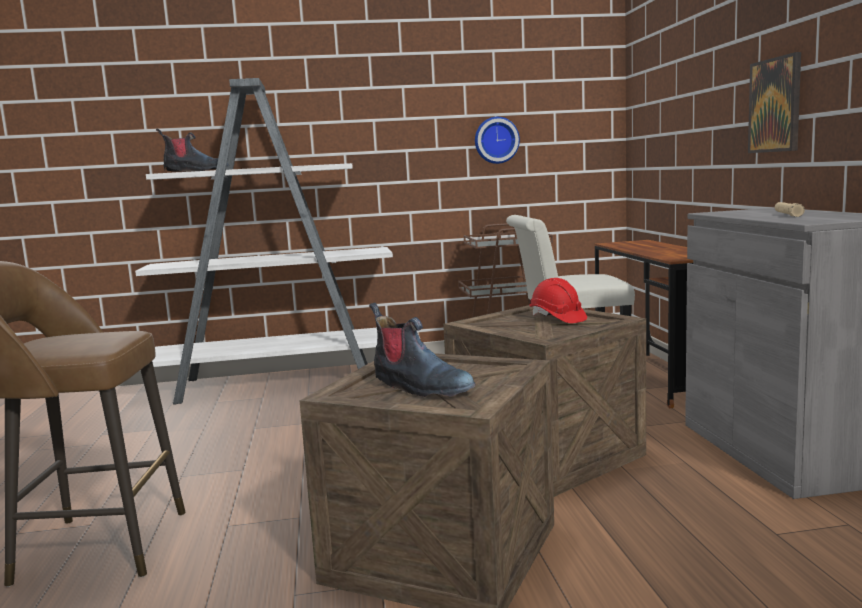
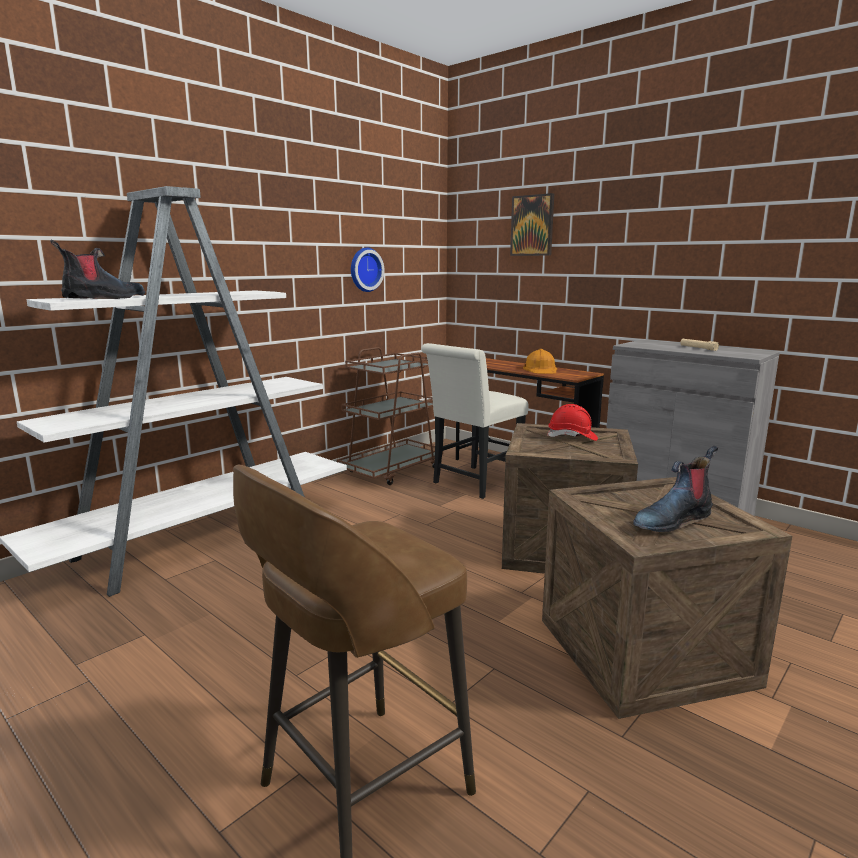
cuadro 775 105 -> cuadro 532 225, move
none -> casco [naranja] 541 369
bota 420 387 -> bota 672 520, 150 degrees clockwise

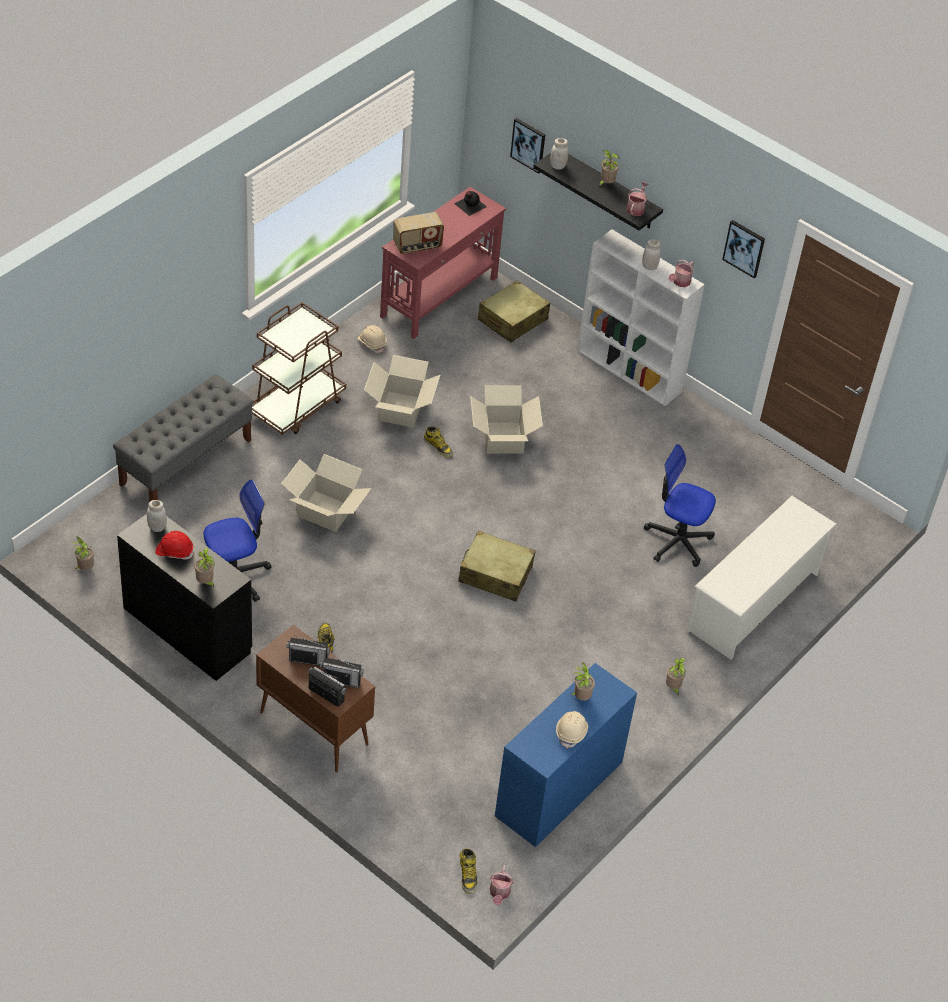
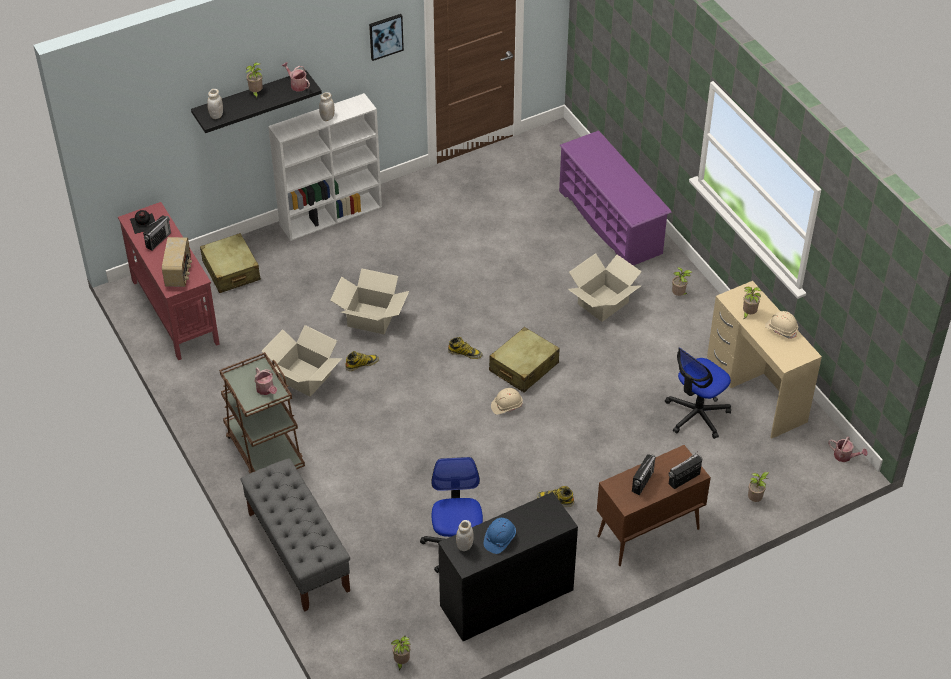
radio 341 681 -> radio 158 240, move
regadera 680 282 -> regadera 266 390, move
bota 468 875 -> bota 465 353, move
casco [rojo] 174 551 -> casco [azul] 499 539
casco [beis] 372 343 -> casco [beis] 506 406, move
zapatero [blanco] 753 602 -> zapatero [morado] 611 222
caja de cartón 325 511 -> caja de cartón 603 303, move
silla de oficina 677 541 -> silla de oficina 697 415, move
escritorio [azul] 559 789 -> escritorio [beis] 756 391
planta en maceta 205 582 -> planta en maceta 755 499, move
cuadro 528 145 -> none

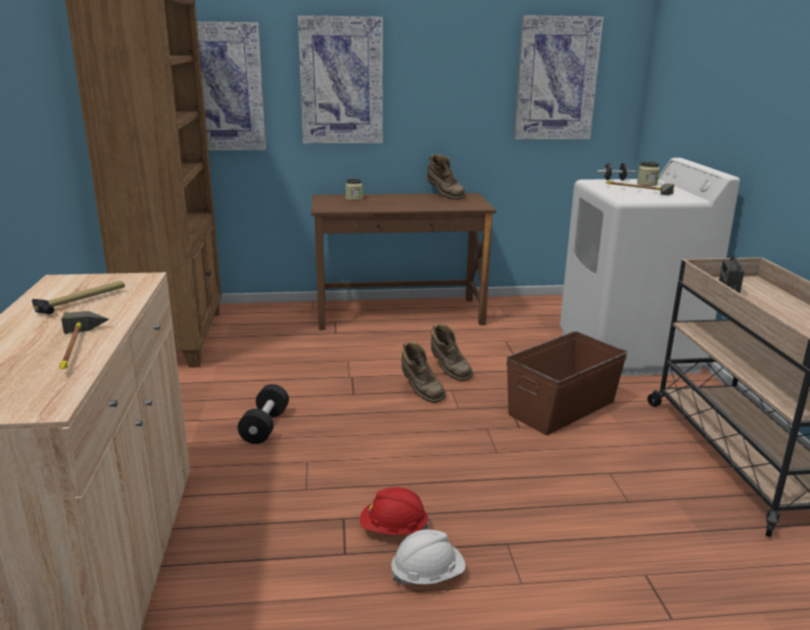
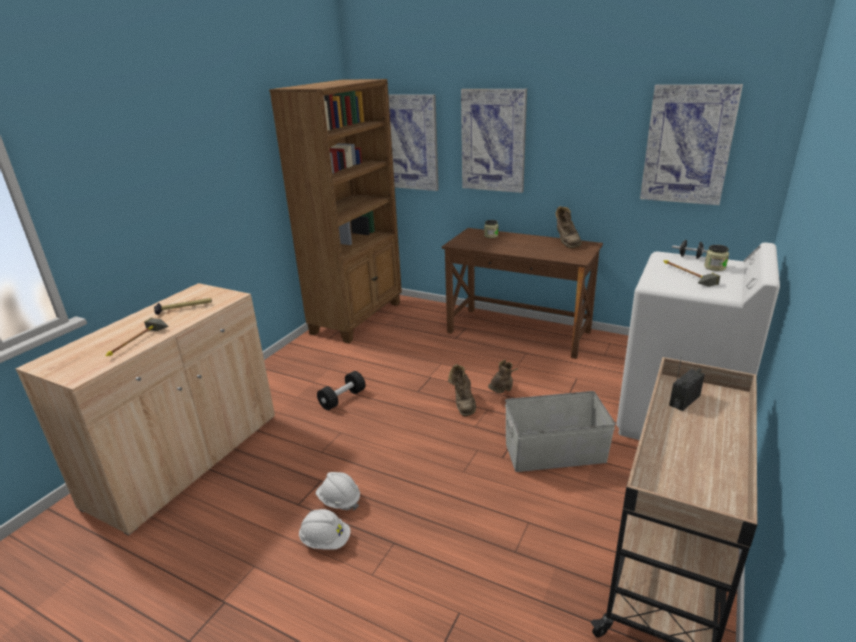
casco [rojo] 393 529 -> casco [blanco] 339 500
bota [marrón] 449 371 -> bota [marrón] 502 392, 150 degrees counterclockwise
caja de almacenaje [marrón] 563 408 -> caja de almacenaje [gris] 555 453

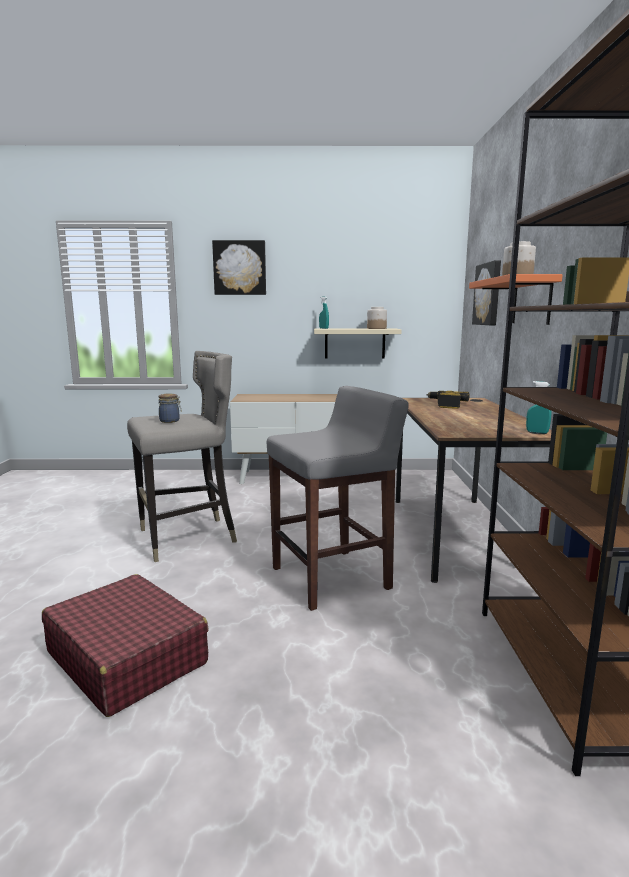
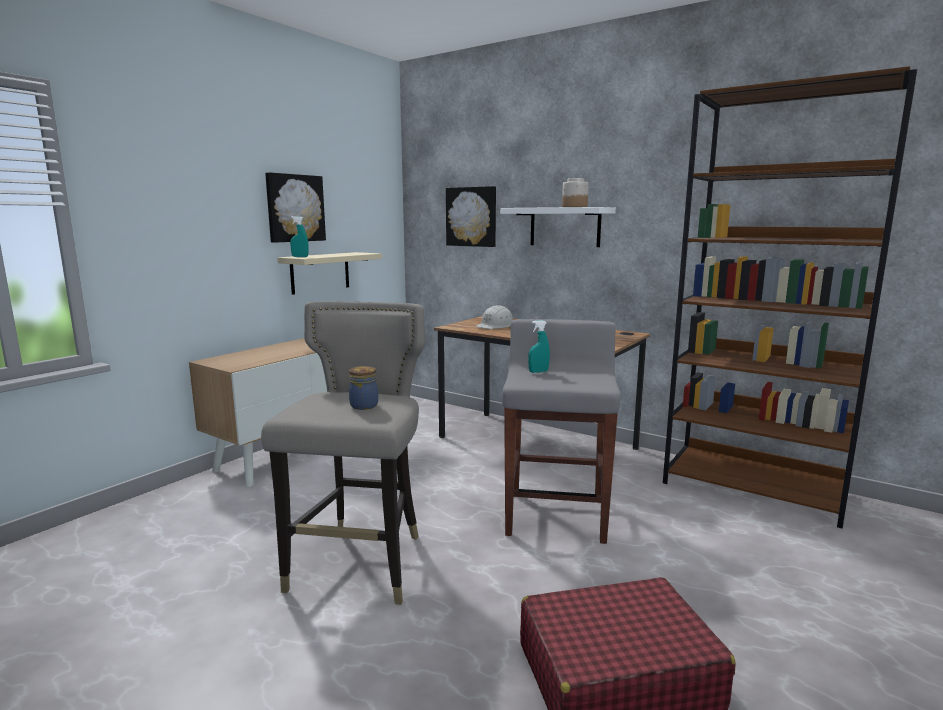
cuadro 240 268 -> cuadro 294 208, move
taladro 446 404 -> casco [blanco] 496 326
estante [naranja] 531 301 -> estante [blanco] 564 227
pulverizador [turquesa] 537 432 -> pulverizador [turquesa] 538 372, move
tarro 376 328 -> none

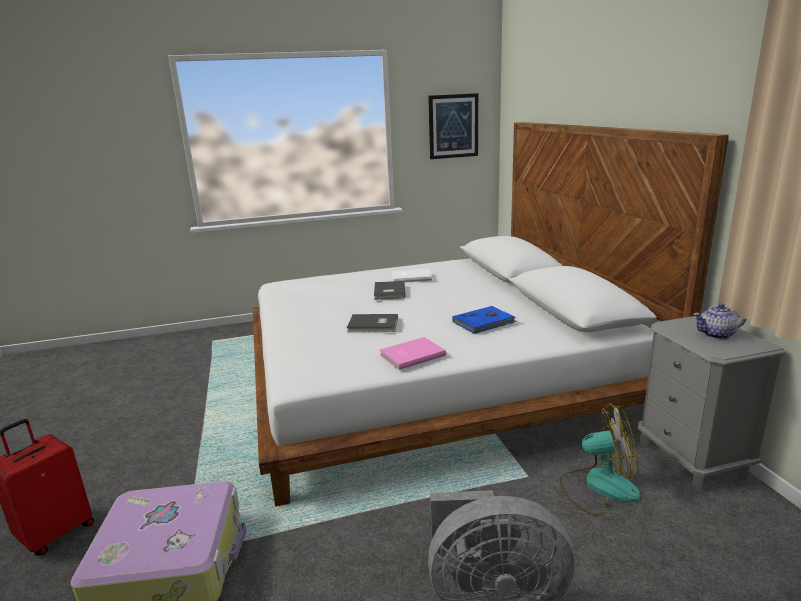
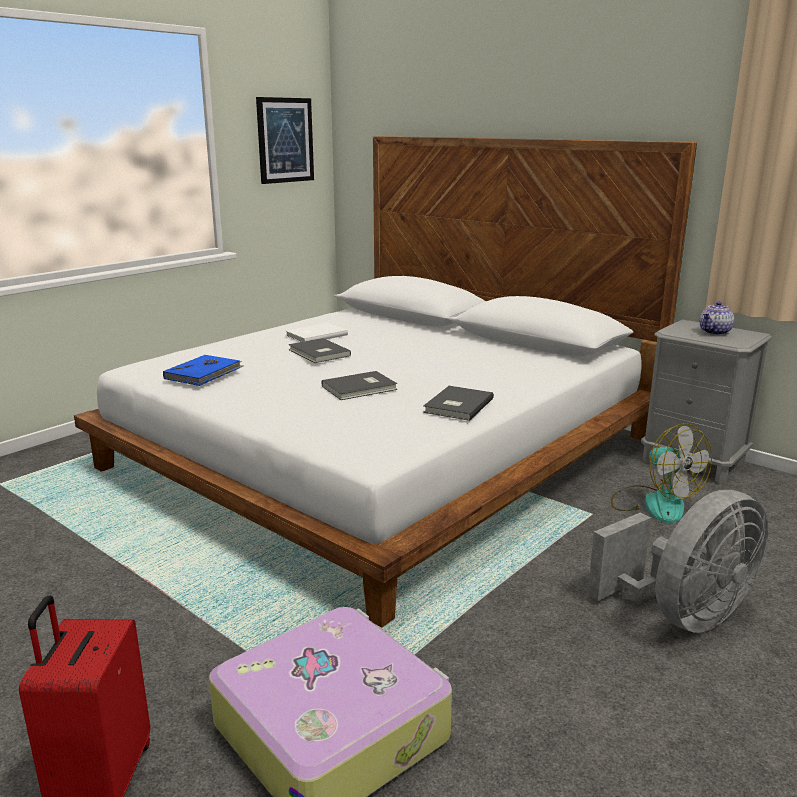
libro [azul] 484 322 -> libro [azul] 204 373, move
libro [rosa] 410 355 -> libro [gris] 456 405
ventilador 598 486 -> ventilador 654 503, 90 degrees clockwise

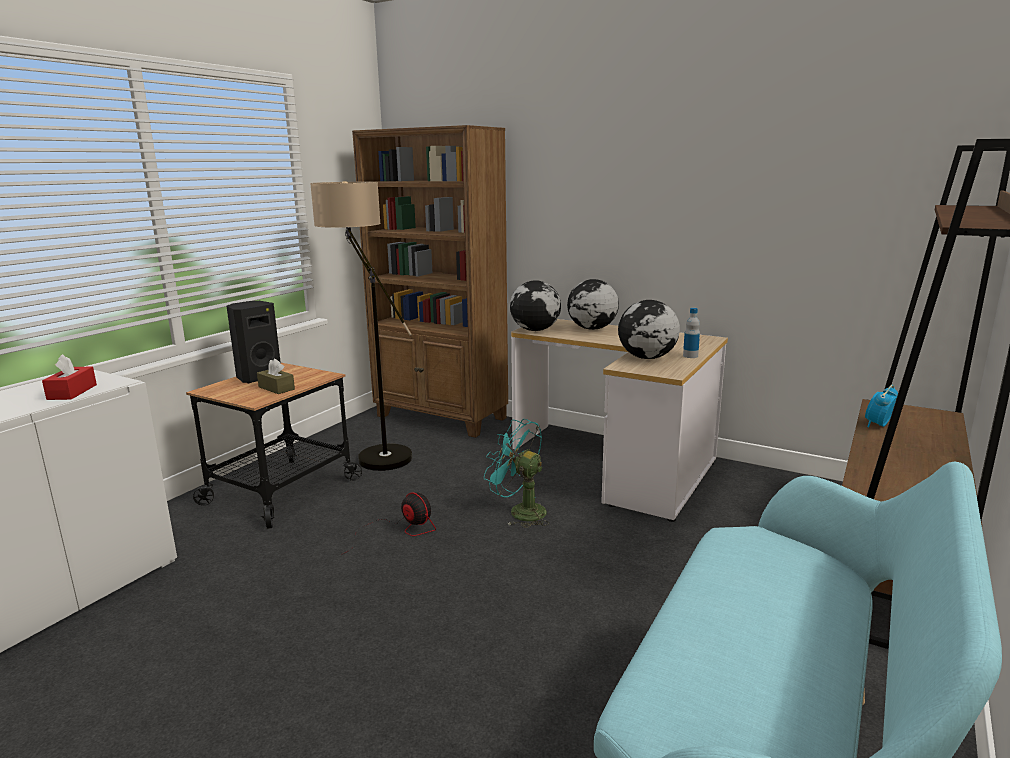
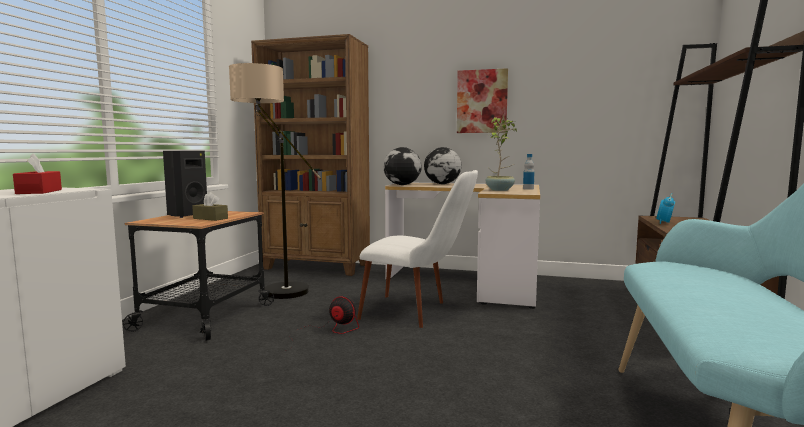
ventilador [turquesa] 520 511 -> silla [blanco] 418 312
none -> cuadro 482 101
globo terráqueo 646 358 -> planta en maceta 500 190

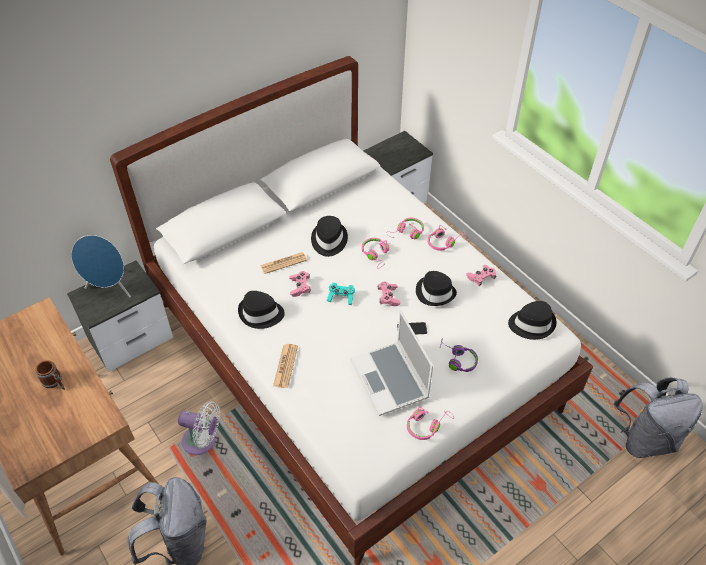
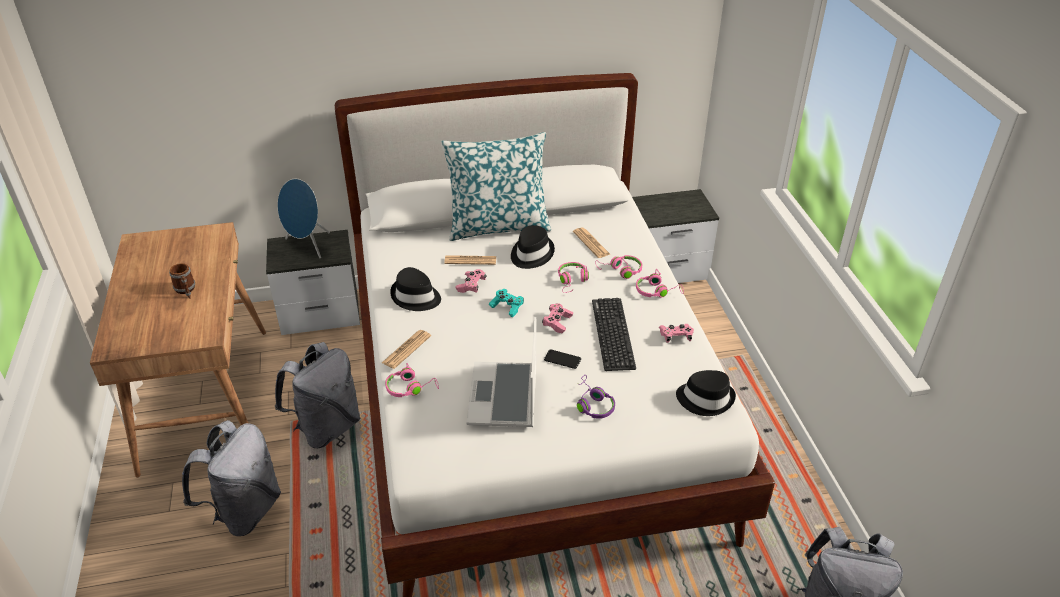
ventilador [blanco] 202 441 -> mochila [gris] 326 427
auriculares [rosa] 427 425 -> auriculares [rosa] 411 388, move
none -> cojín 498 226
none -> periódico 591 243
sombrero [negro] 435 292 -> teclado 613 334

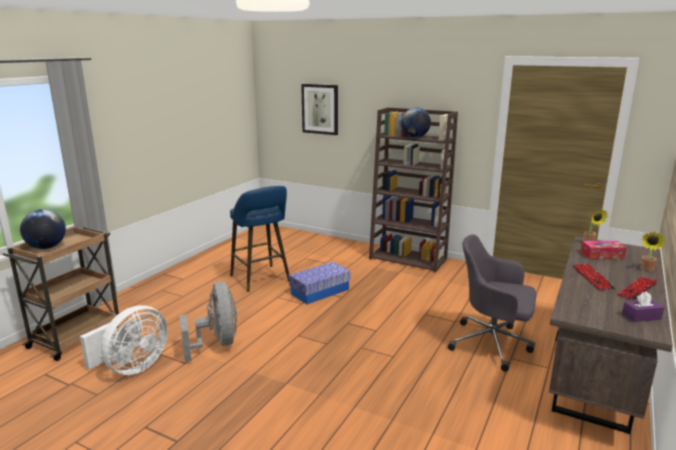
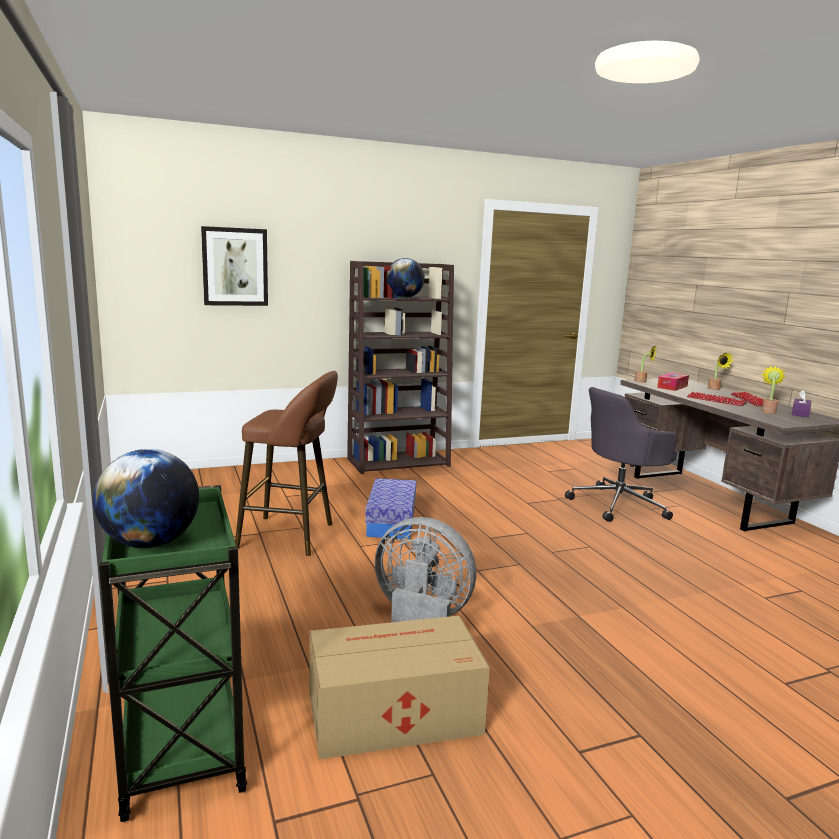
carrito [marrón] 76 336 -> carrito [verde] 180 740
taburete [azul] 261 279 -> taburete [marrón] 291 536
ventilador [blanco] 132 368 -> caja de cartón 391 713
none -> planta en maceta 768 411

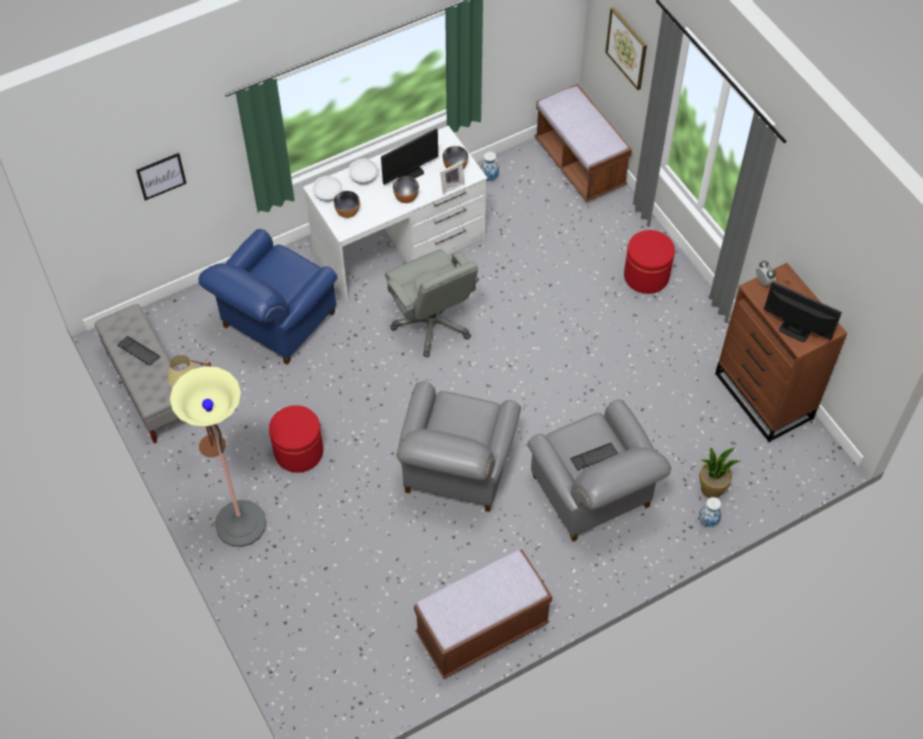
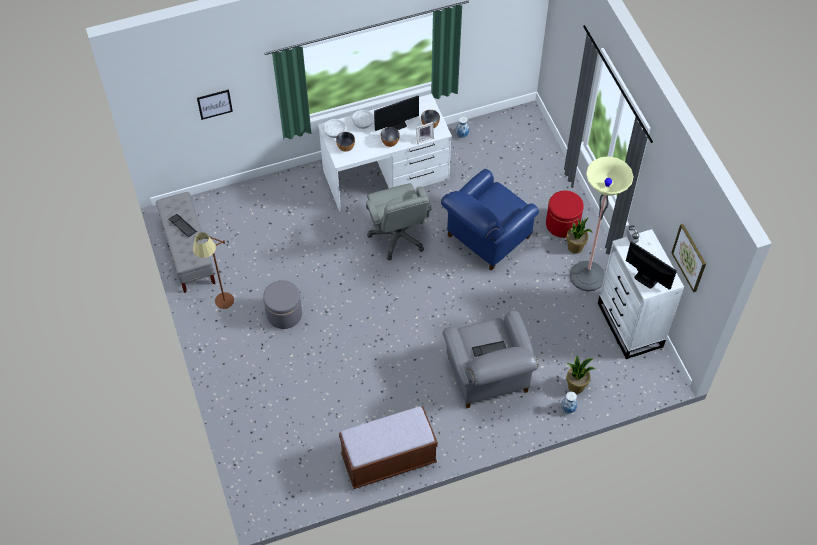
puf [rojo] 298 452 -> puf [gris] 284 314
sillón [azul] 275 323 -> sillón [azul] 485 238, move
none -> planta en maceta 575 247
lámpara de pie 240 524 -> lámpara de pie 587 276, move
cómoda [marrón] 764 397 -> cómoda [blanco] 630 325
cuadro 627 48 -> cuadro 689 257, move
sillón [gris] 456 472 -> none
banco [marrón] 579 164 -> none

